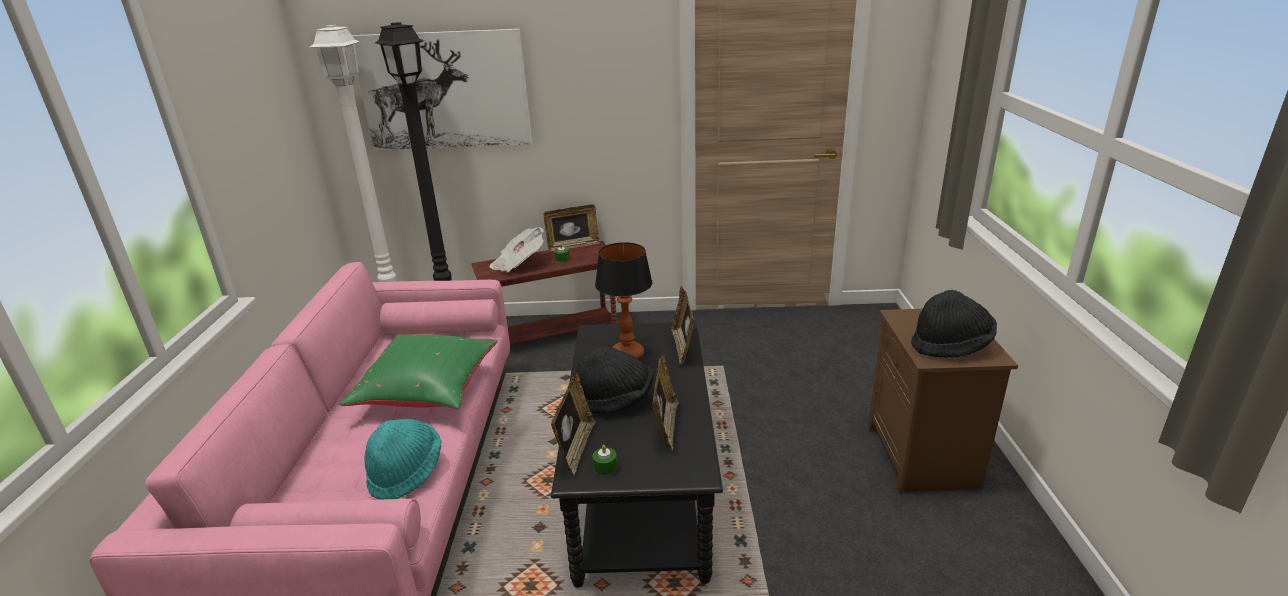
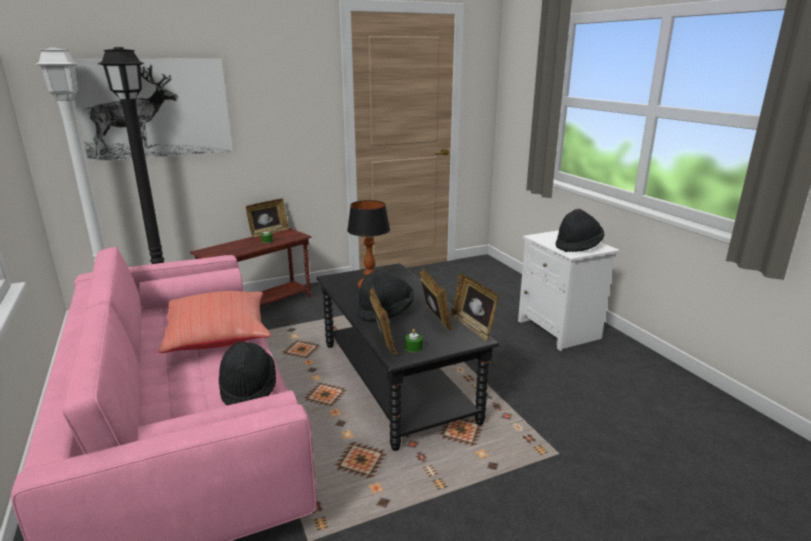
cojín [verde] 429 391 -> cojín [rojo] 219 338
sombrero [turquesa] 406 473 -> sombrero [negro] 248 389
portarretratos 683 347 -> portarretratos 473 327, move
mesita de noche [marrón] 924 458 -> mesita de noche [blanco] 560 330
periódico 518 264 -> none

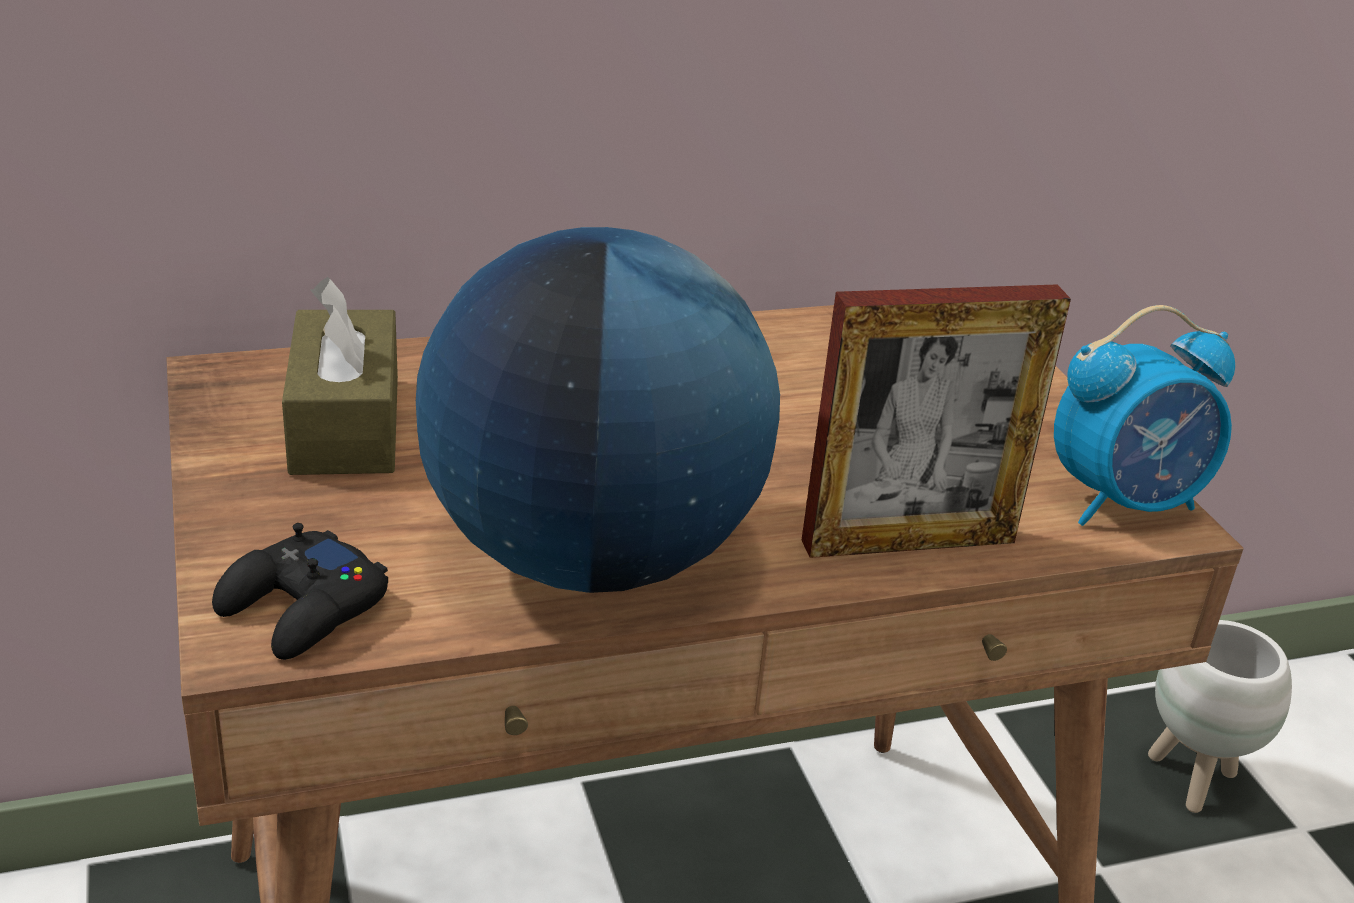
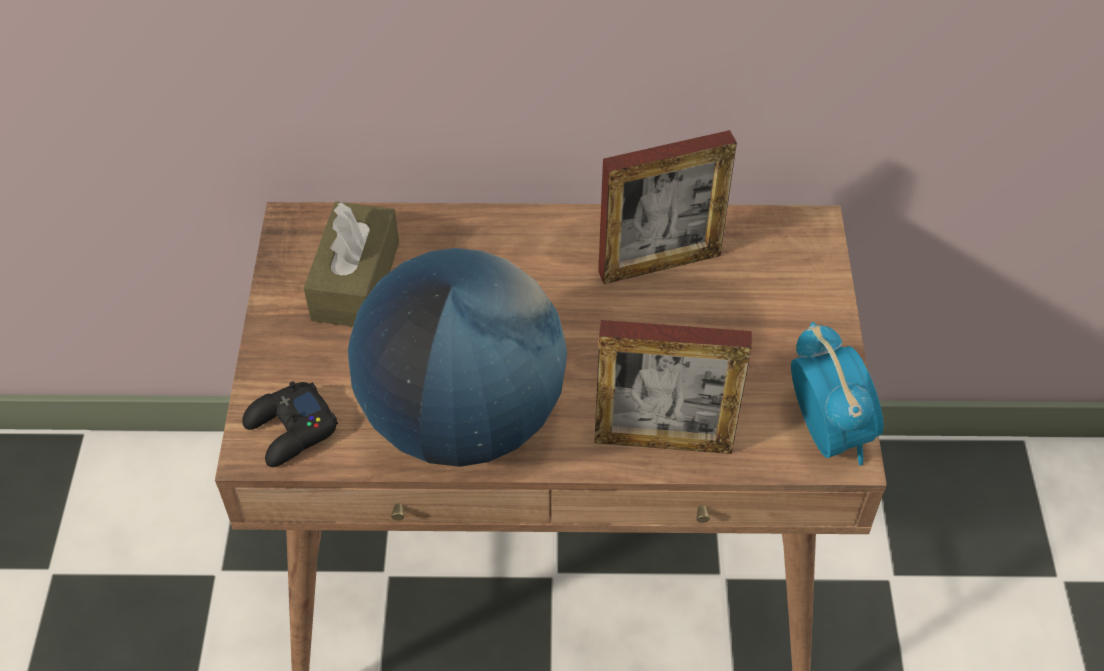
none -> portarretratos 659 263
despertador 1125 502 -> despertador 827 432, 105 degrees counterclockwise
maceta [blanco] 1192 781 -> none

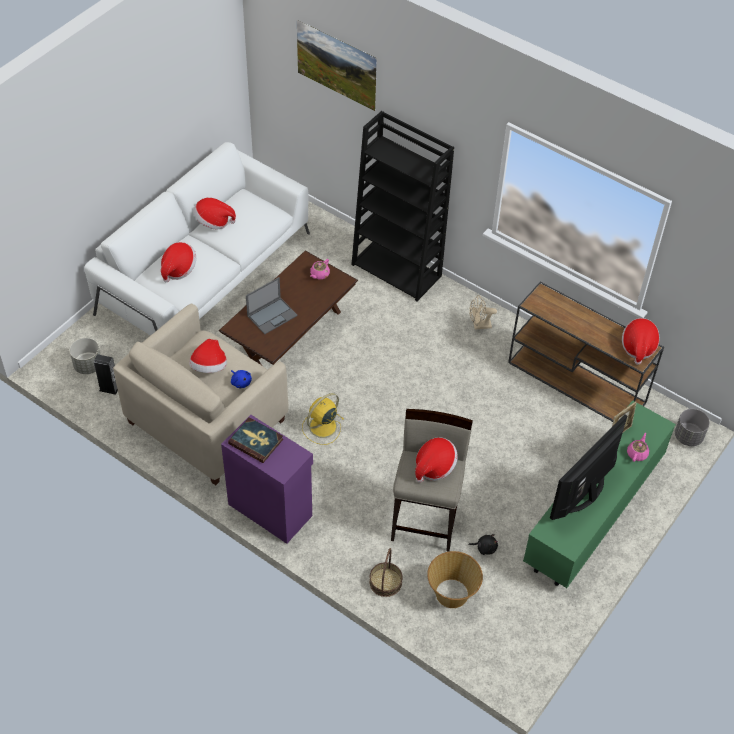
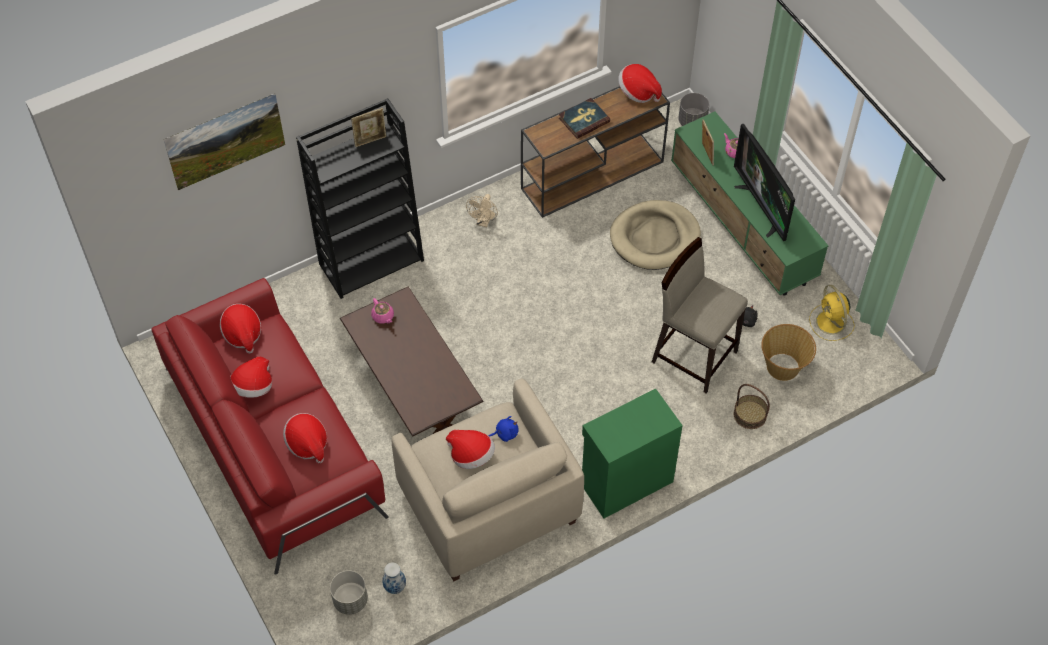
sofá [blanco] 204 273 -> sofá [rojo] 274 441
sombrero 434 467 -> sombrero 242 334, move
none -> portarretratos 370 140
altavoz 109 388 -> florero 394 587
libro 256 441 -> libro 584 120, move
armario [morado] 270 508 -> armario [verde] 625 482
none -> cama para perro [beis] 655 237
ventilador [amarillo] 322 427 -> ventilador [amarillo] 831 323, move
portátil 272 315 -> none

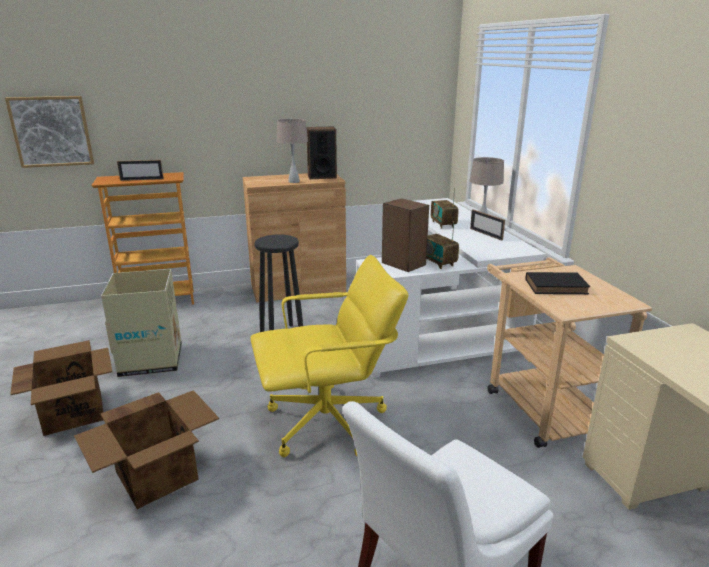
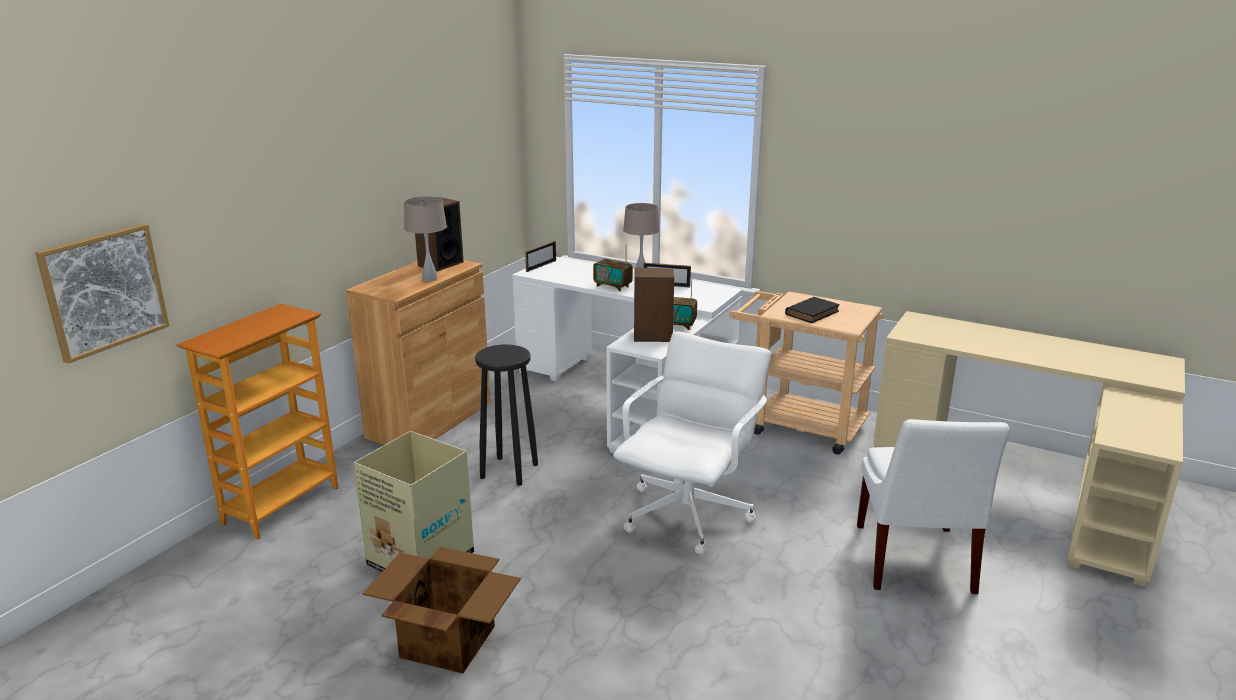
portarretratos 142 179 -> portarretratos 541 266, move
silla de oficina [amarillo] 328 423 -> silla de oficina [blanco] 689 515
caja de cartón 158 475 -> none

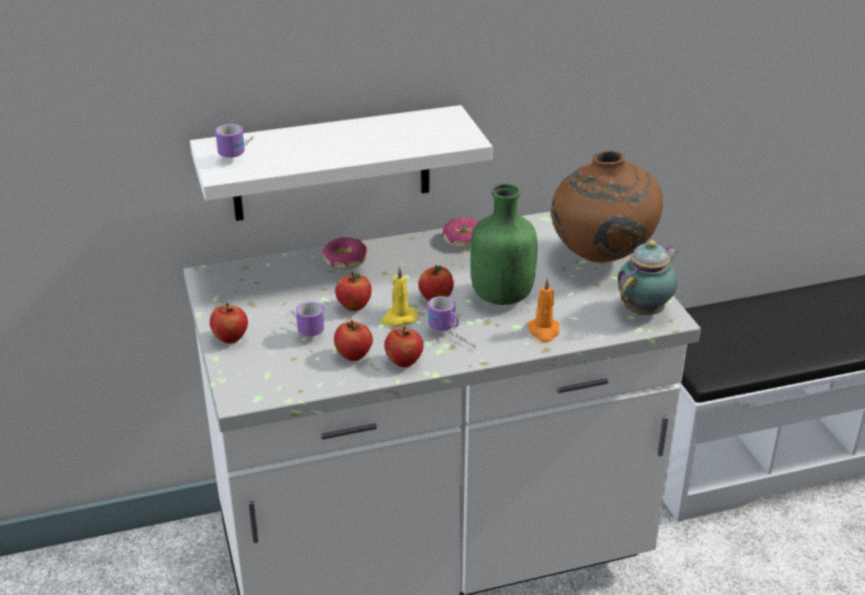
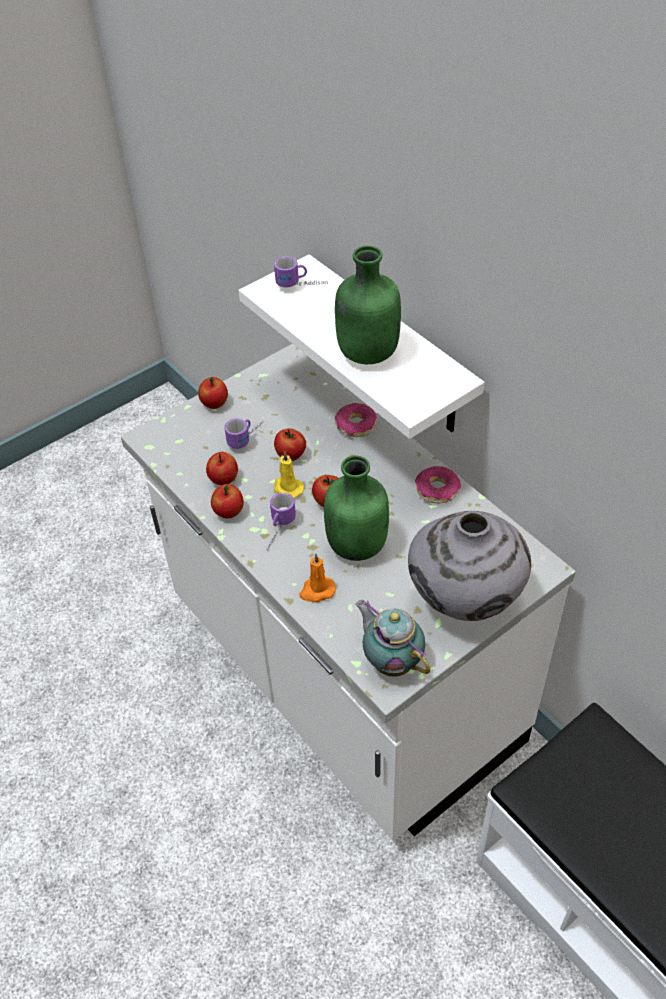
none -> botella [verde] 366 353
tetera 645 310 -> tetera 391 661, 150 degrees counterclockwise
florero [marrón] 600 260 -> florero [gris] 463 602

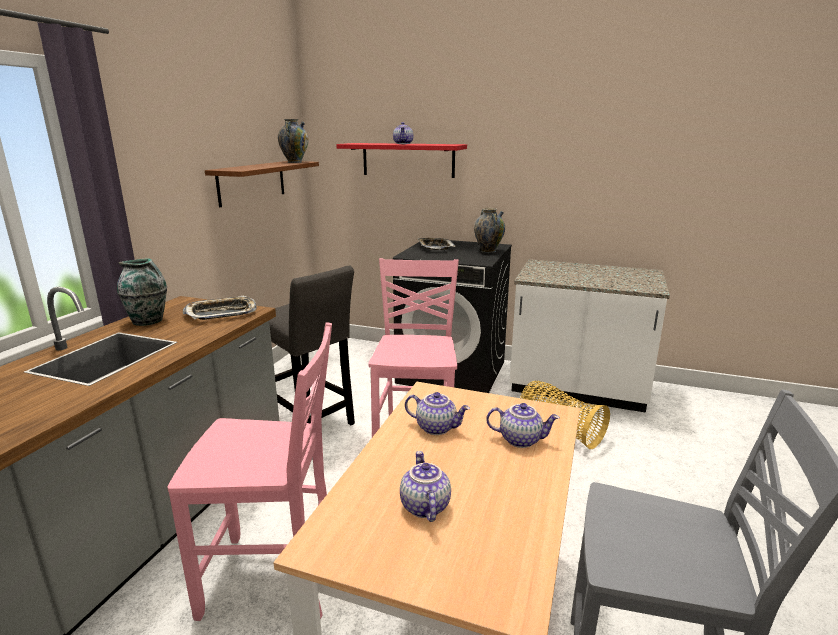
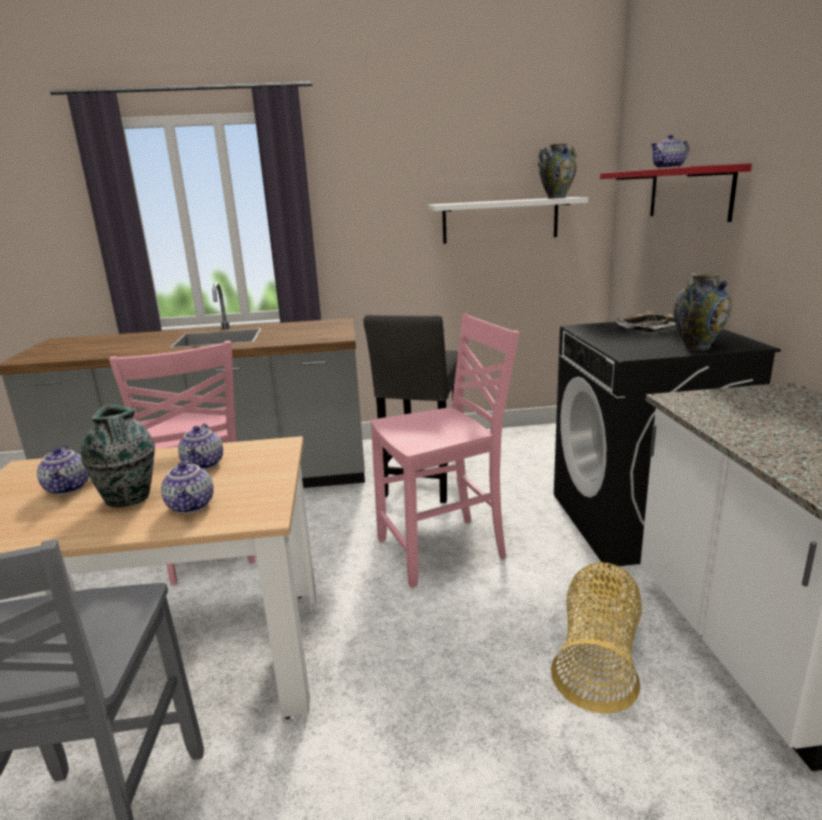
tetera 423 506 -> tetera 69 488, 105 degrees clockwise
florero 148 321 -> florero 129 498, move
estante [marrón] 252 182 -> estante [blanco] 500 220
bandeja 221 313 -> none

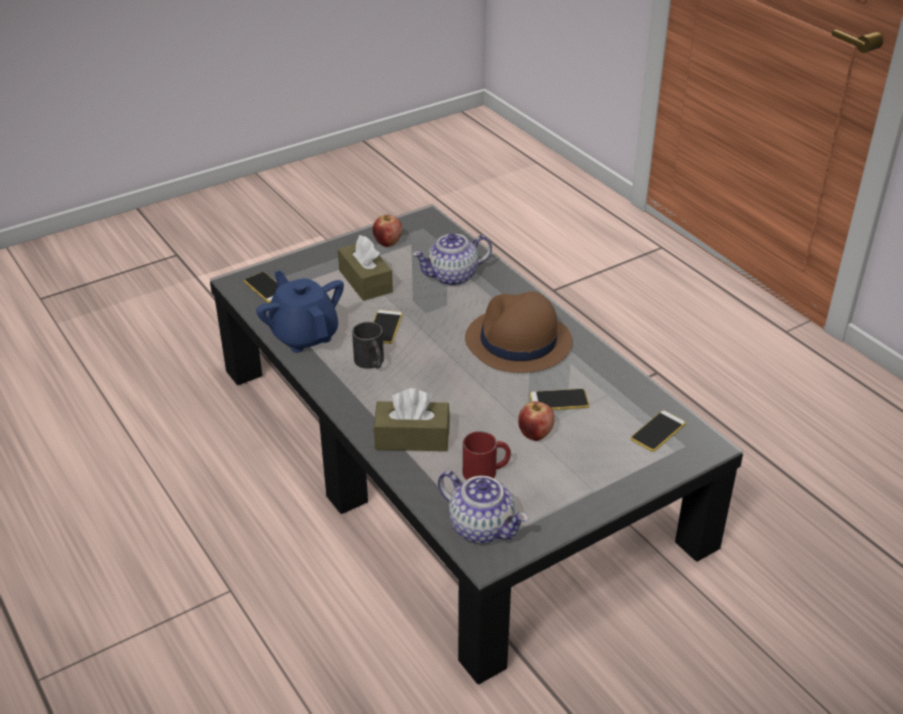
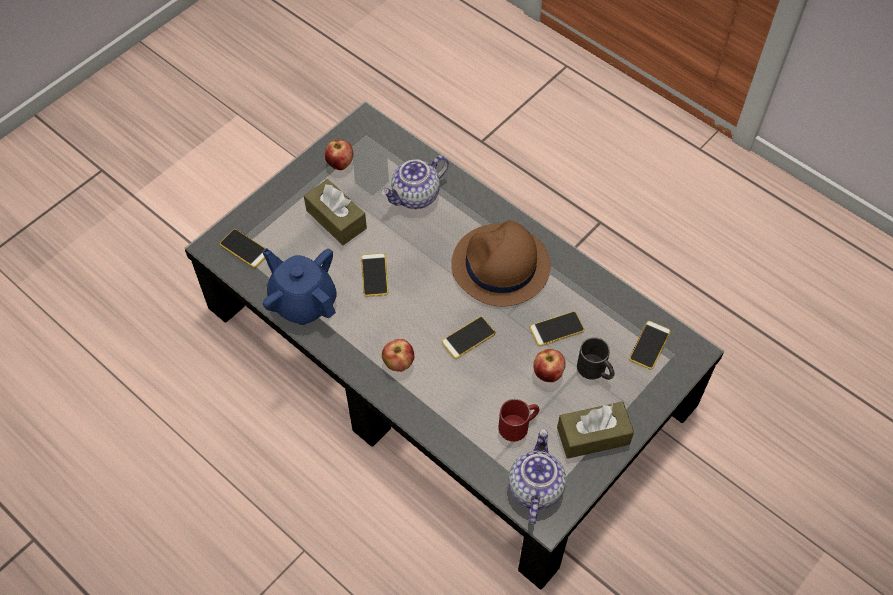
none -> manzana 398 363
none -> móvil 468 338
tetera 482 527 -> tetera 534 487, 105 degrees counterclockwise
caja de pañuelos [marrón] 412 438 -> caja de pañuelos [marrón] 593 436, move
taza grande [negro] 371 363 -> taza grande [negro] 595 370, move

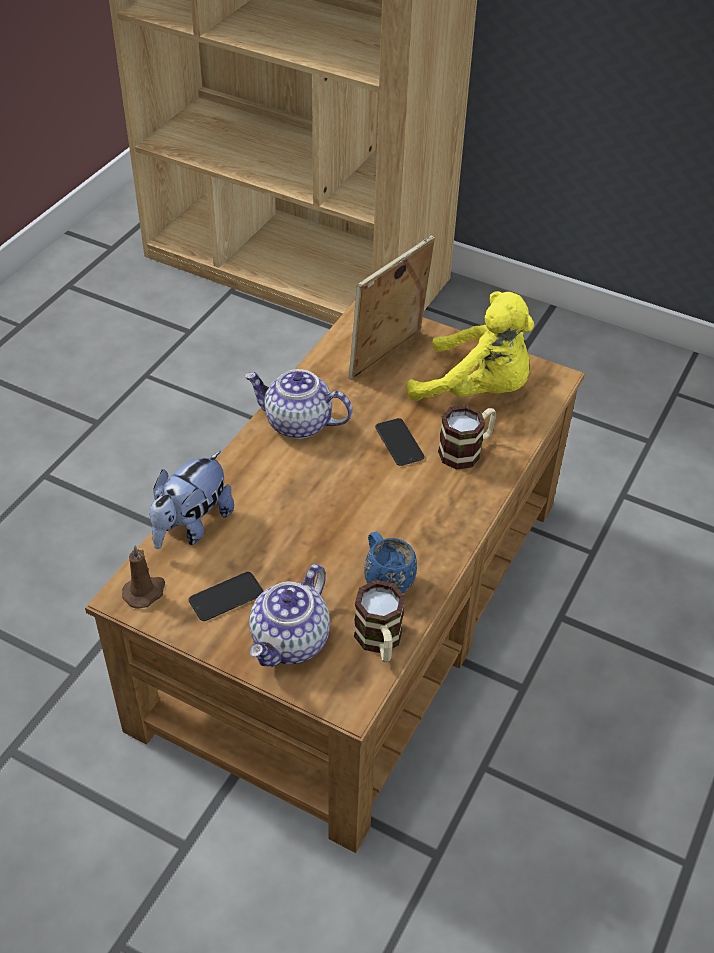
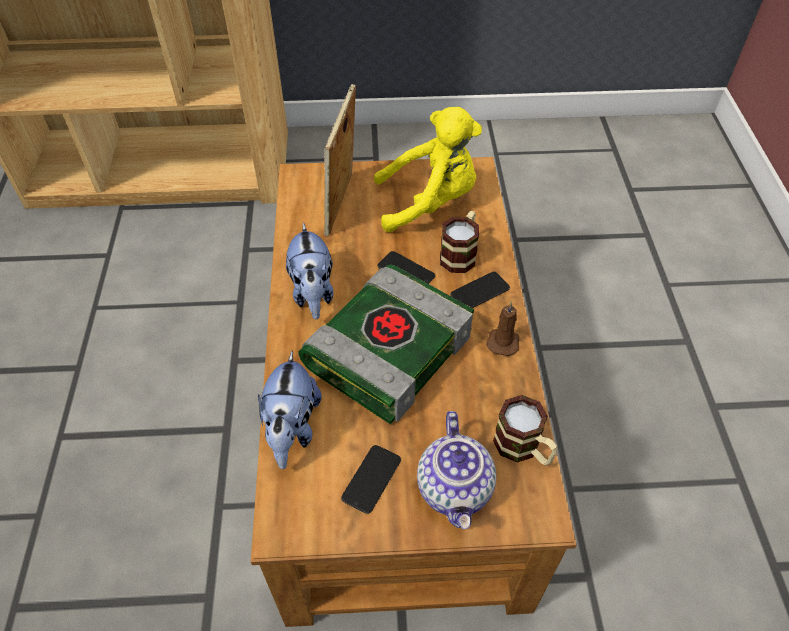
tetera 297 423 -> peluche 313 293
none -> libro 388 348
none -> móvil 480 292
vela [marrón] 145 592 -> vela [marrón] 503 341, move
taza grande [azul] 385 579 -> none

